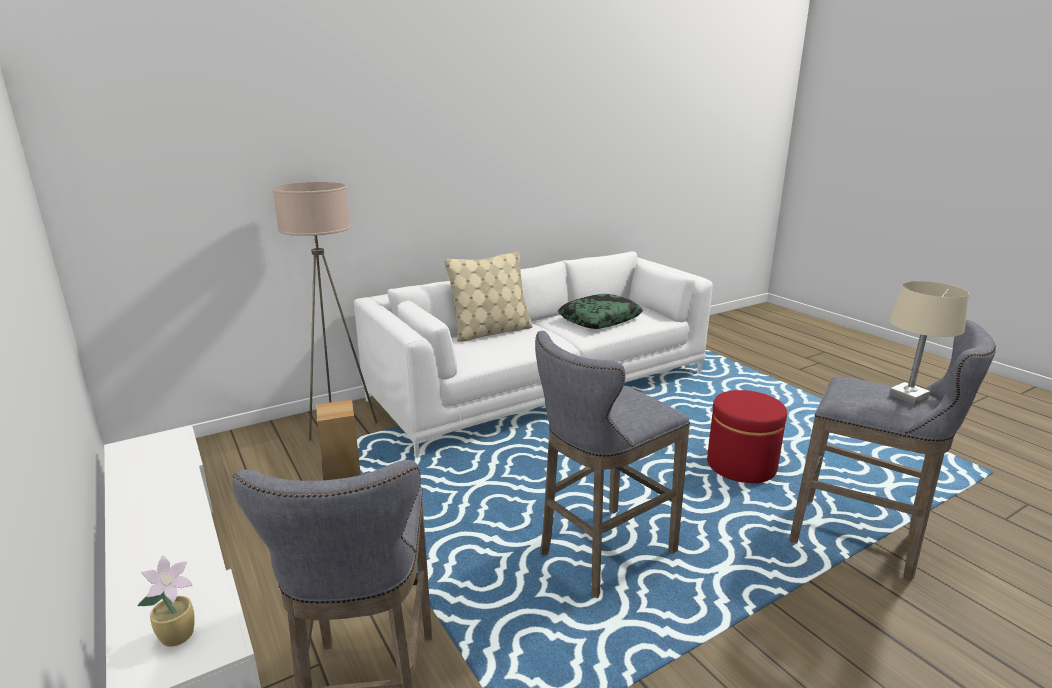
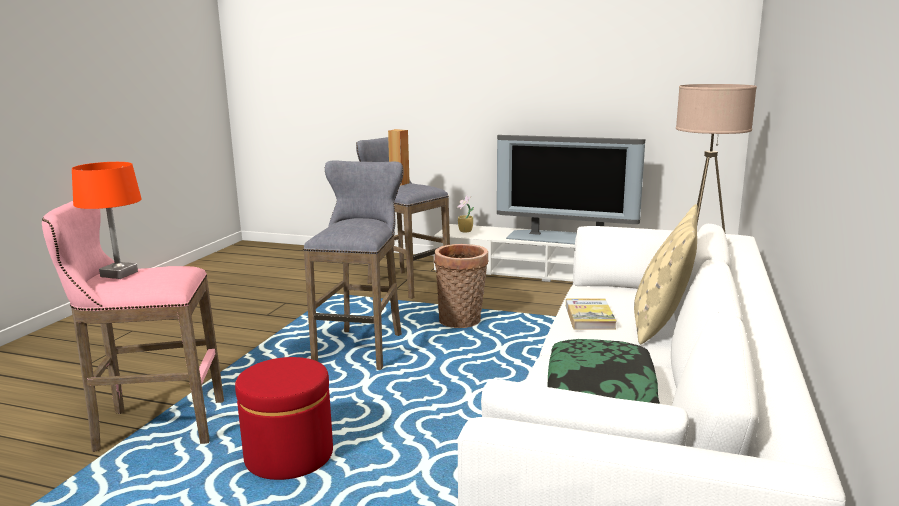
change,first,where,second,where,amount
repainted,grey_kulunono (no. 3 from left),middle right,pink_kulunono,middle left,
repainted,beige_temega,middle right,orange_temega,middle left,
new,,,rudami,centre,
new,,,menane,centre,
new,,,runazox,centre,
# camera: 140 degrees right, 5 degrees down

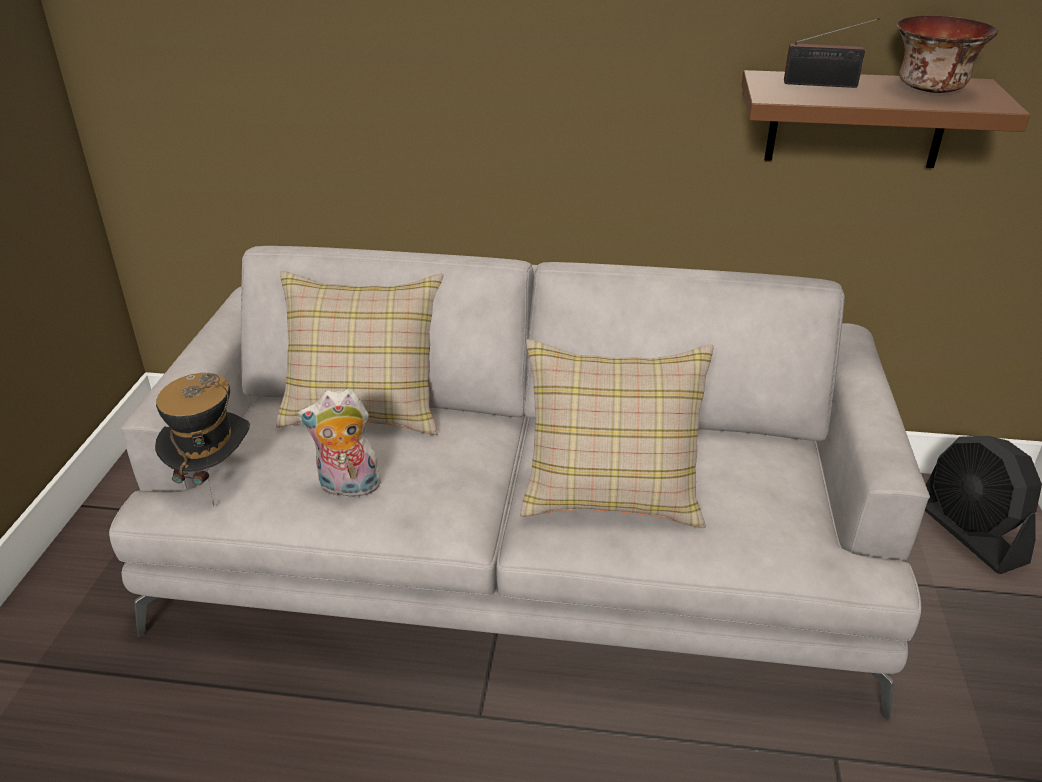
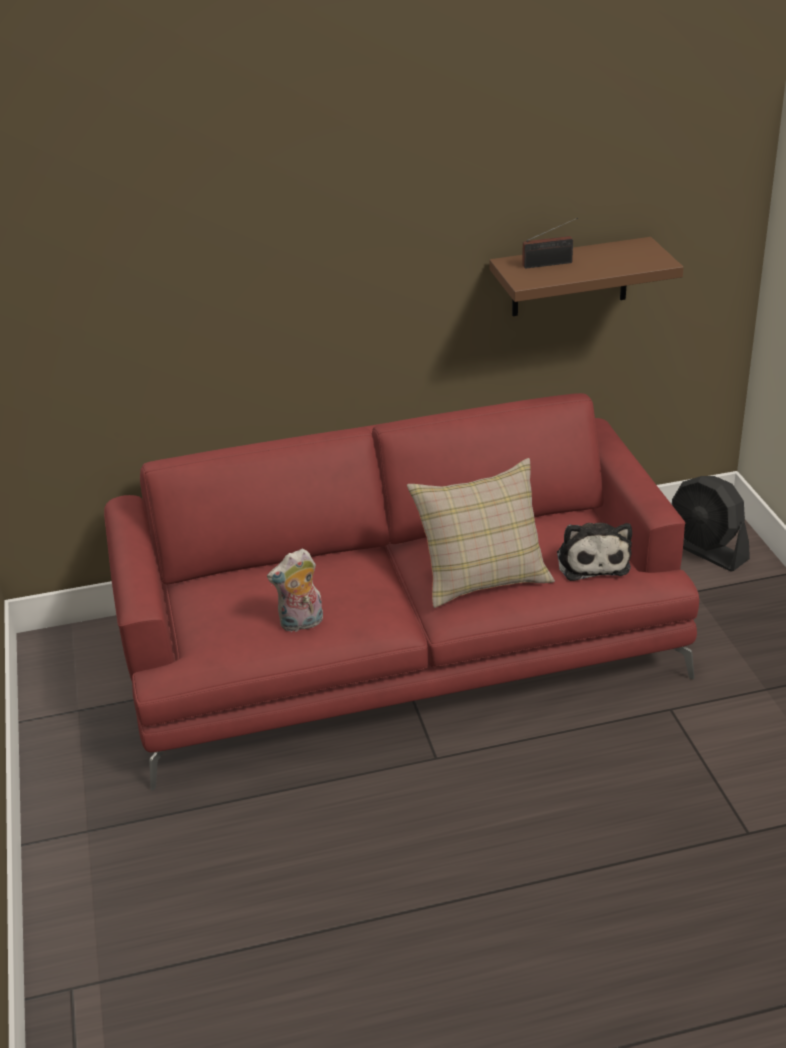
change,first,where,second,where,amount
repainted,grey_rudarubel,centre,red_rudarubel,centre,
new,,,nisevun (no. 2 from left),middle right,
gone,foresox,middle left,,,
gone,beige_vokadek (no. 1 from left),centre,,,
gone,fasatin,top right,,,
# camera: 20 degrees left, 0 degrees up

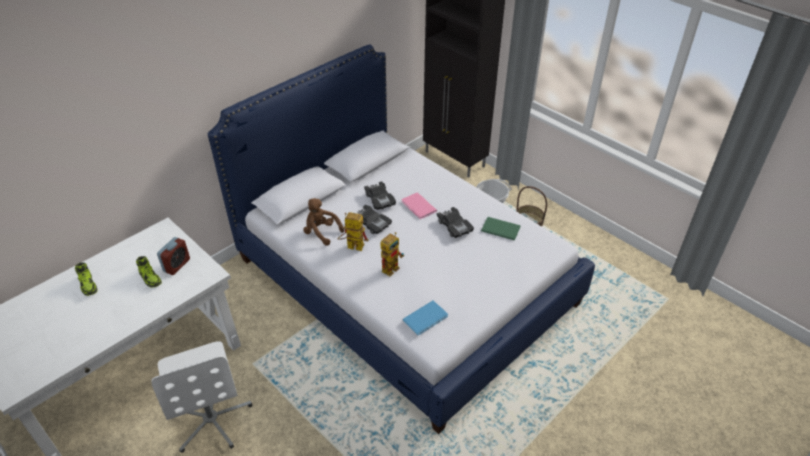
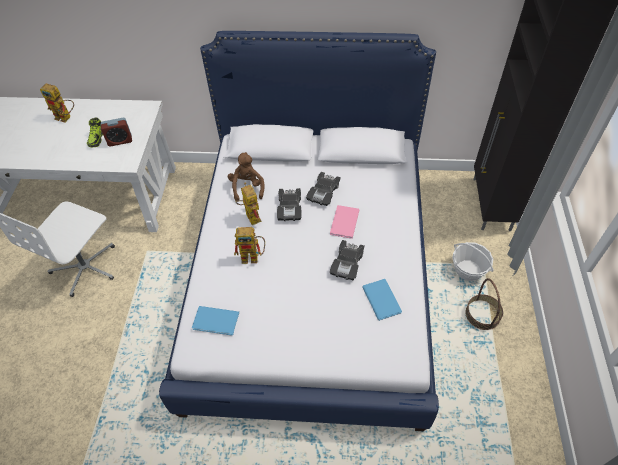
change,first,where,second,where,amount
swapped,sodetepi (no. 1 from left),middle left,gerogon (no. 1 from left),top left,
repainted,green_runazox,centre,blue_runazox (no. 2 from left),centre,
# camera: 50 degrees right, 10 degrees up

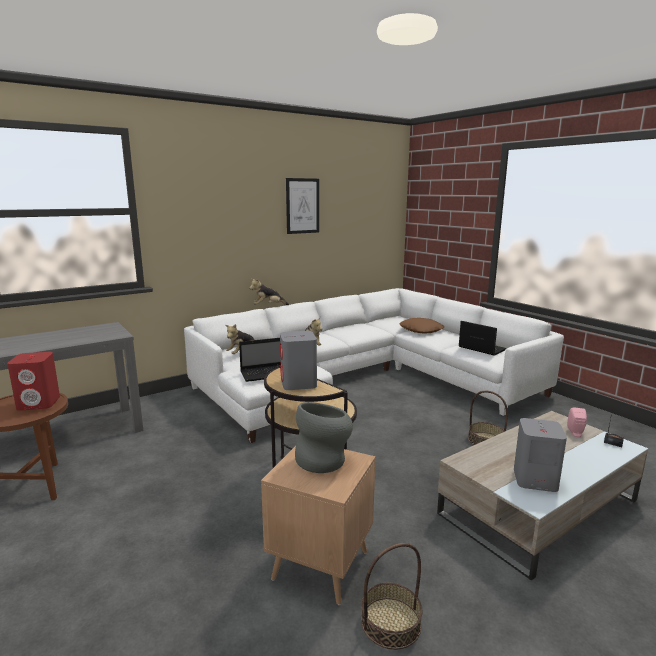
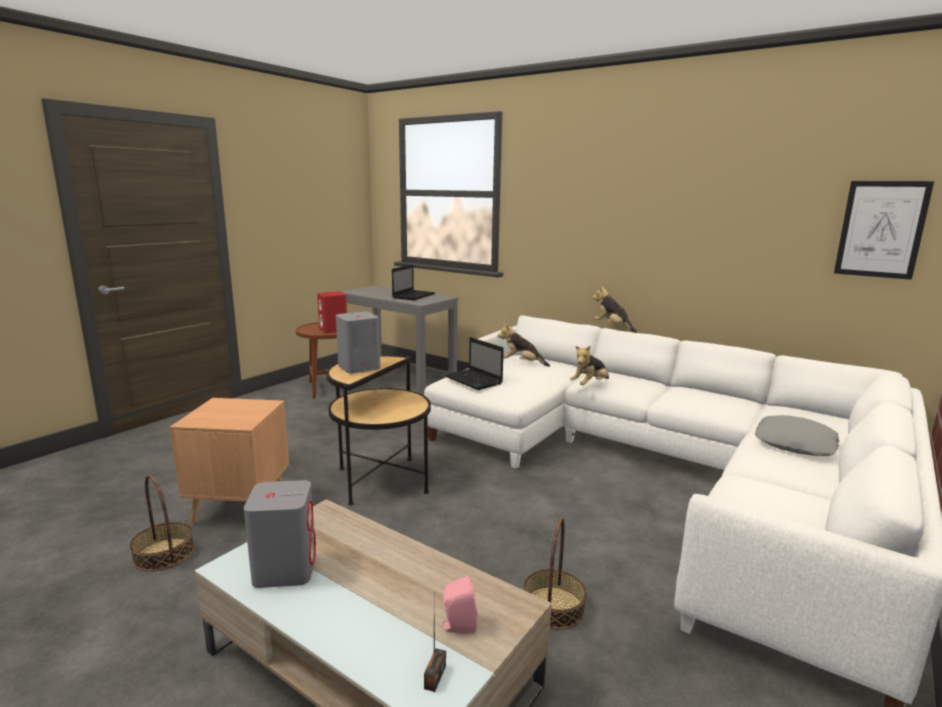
change,first,where,second,where,amount
shifted,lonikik (no. 2 from left in the first image),middle right,lonikik (no. 1 from left),centre,
repainted,brown_vokadek,centre,grey_vokadek,middle right,
shifted,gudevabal,top centre,,top right,
gone,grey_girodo,centre,,,
# camera: 70 degrees right, 0 degrees up

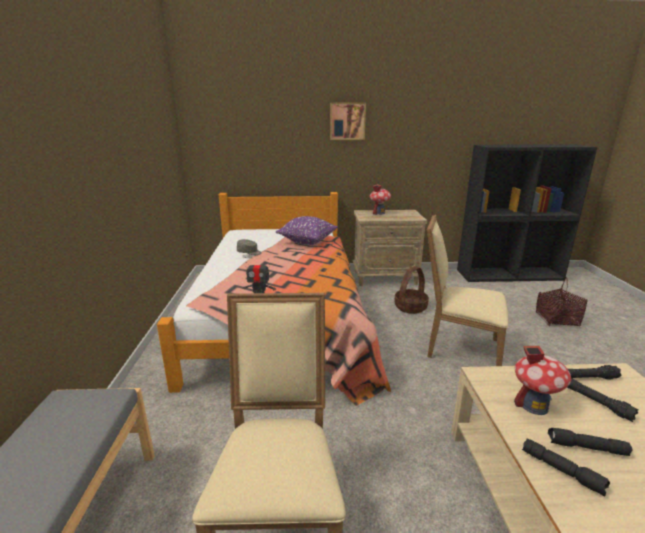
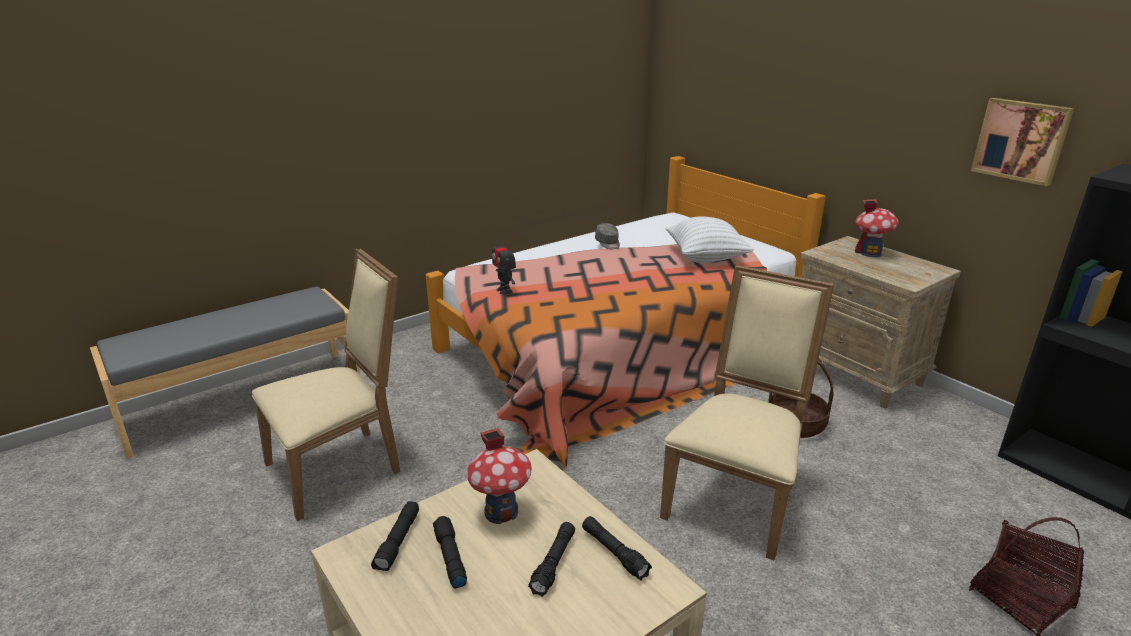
change,first,where,second,where,amount
rotated,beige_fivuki (no. 2 from left),middle right,,centre,45 degrees clockwise
repainted,purple_vokadek,centre,white_vokadek,centre,
shifted,gudevabal,top centre,,top right,
# camera: 55 degrees right, 5 degrees up

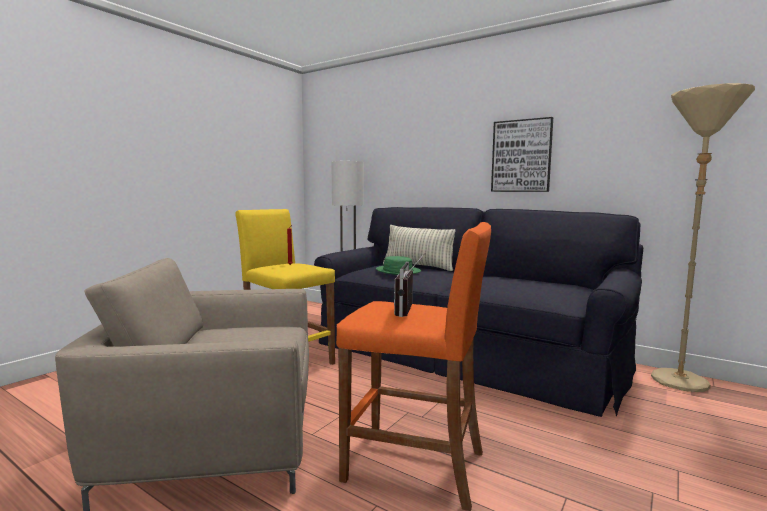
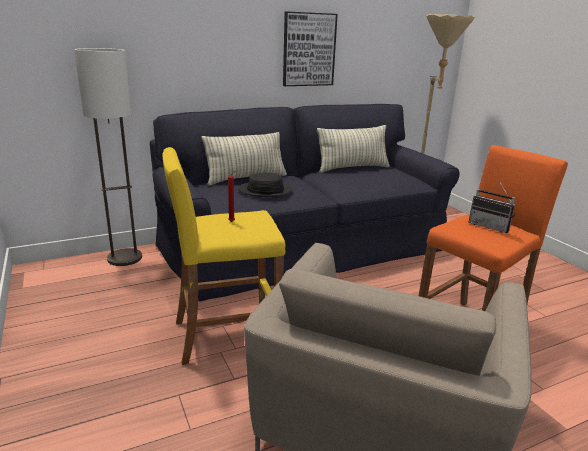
change,first,where,second,where,amount
repainted,green_foresox,centre,black_foresox,centre,
new,,,vokadek (no. 2 from left),top centre,
# camera: 60 degrees left, 15 degrees up

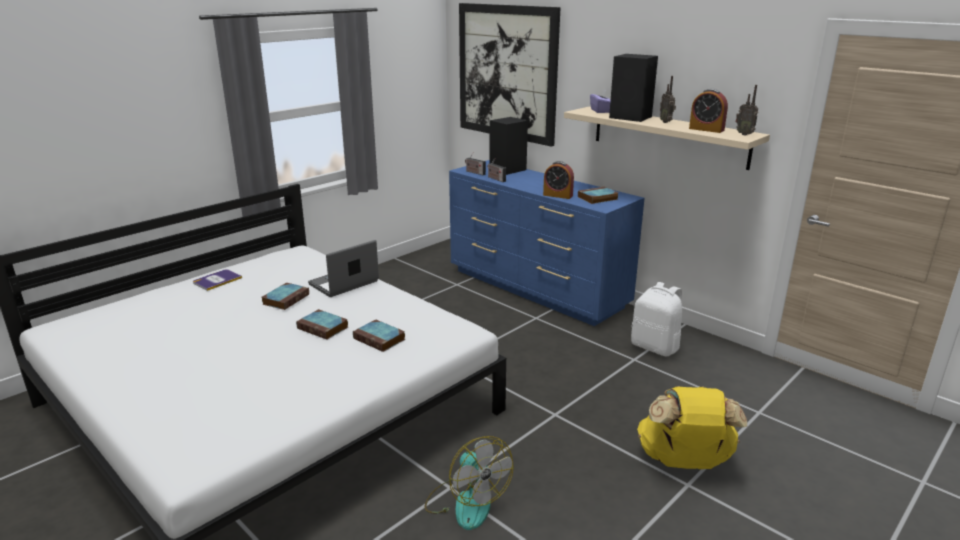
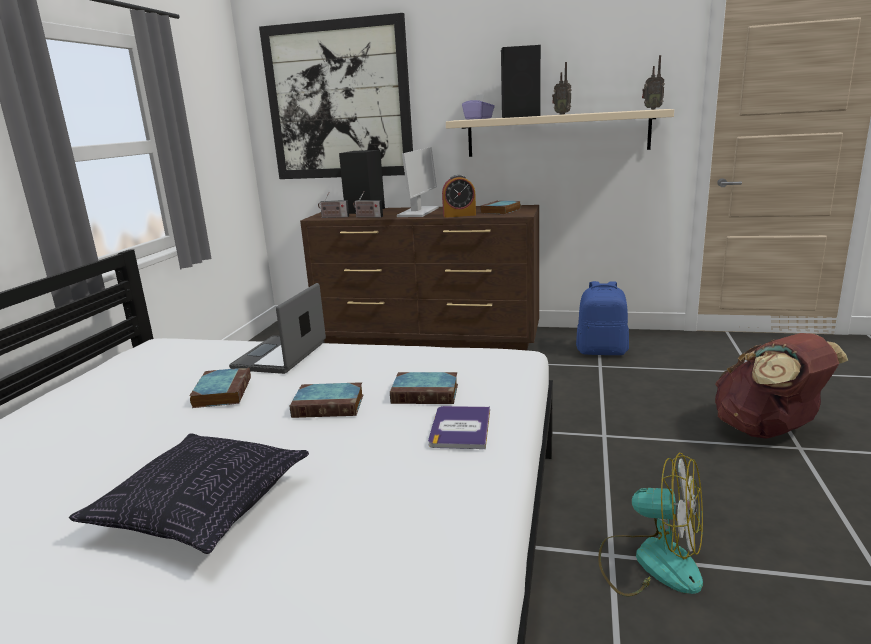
change,first,where,second,where,amount
new,,,vokadek,bottom left,
repainted,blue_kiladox,centre,brown_kiladox,centre,
new,,,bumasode,top centre,
shifted,runazox (no. 1 from left in the first image),middle left,runazox (no. 4 from left),centre,
repainted,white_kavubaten,middle right,blue_kavubaten,middle right,
repainted,yellow_kavubaten,bottom right,brown_kavubaten,middle right,
gone,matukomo (no. 2 from left),top right,,,
# camera: 30 degrees left, 5 degrees down

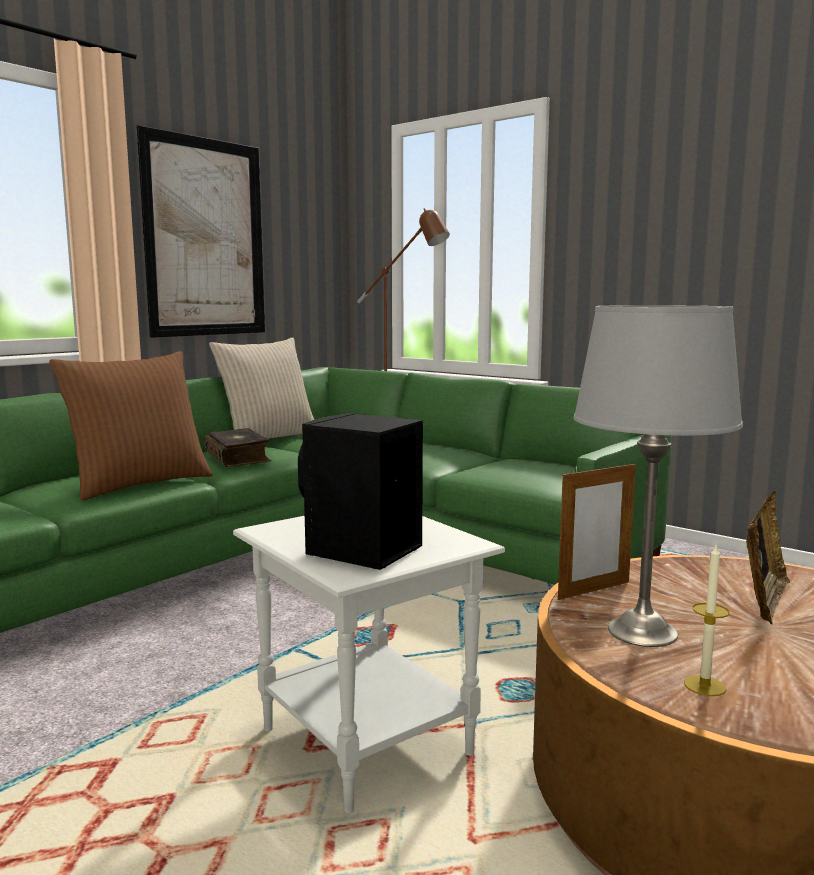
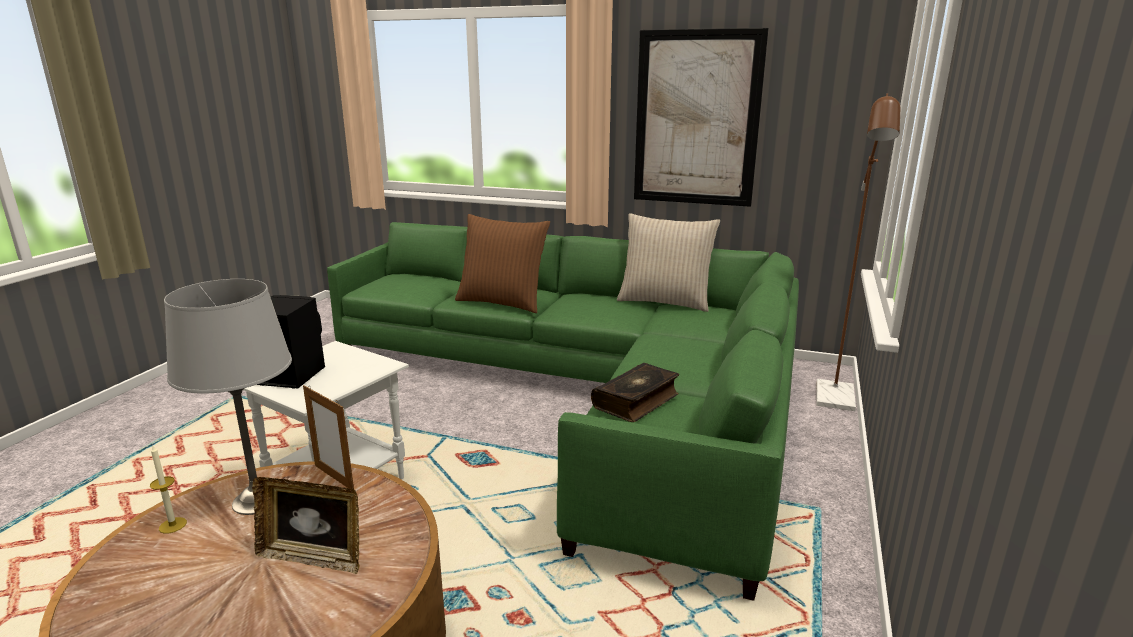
change,first,where,second,where,amount
shifted,runazox,middle left,,centre,
# camera: 70 degrees right, 10 degrees up

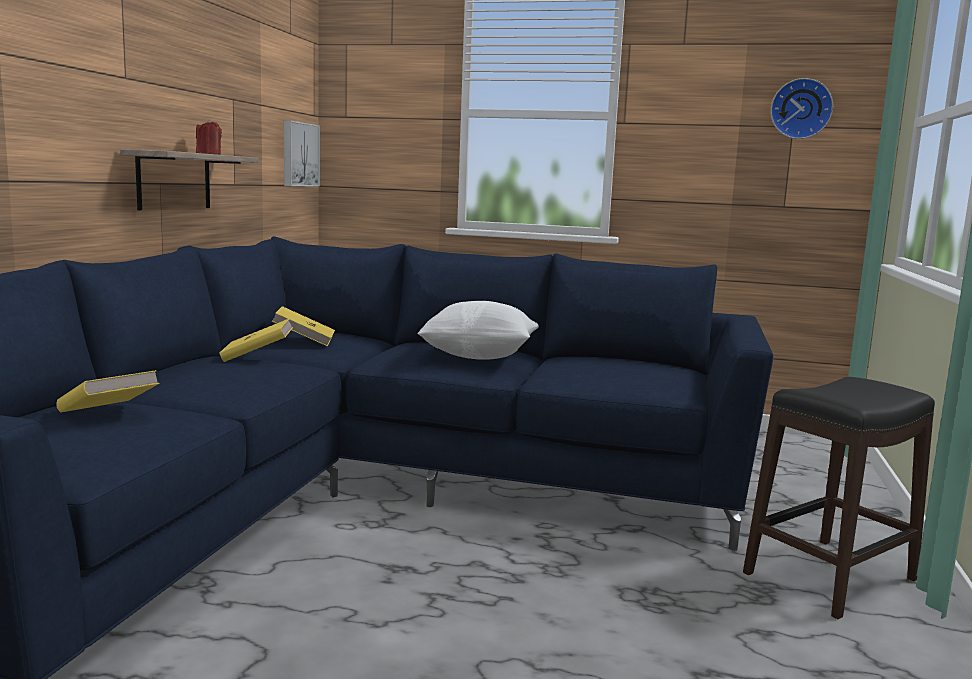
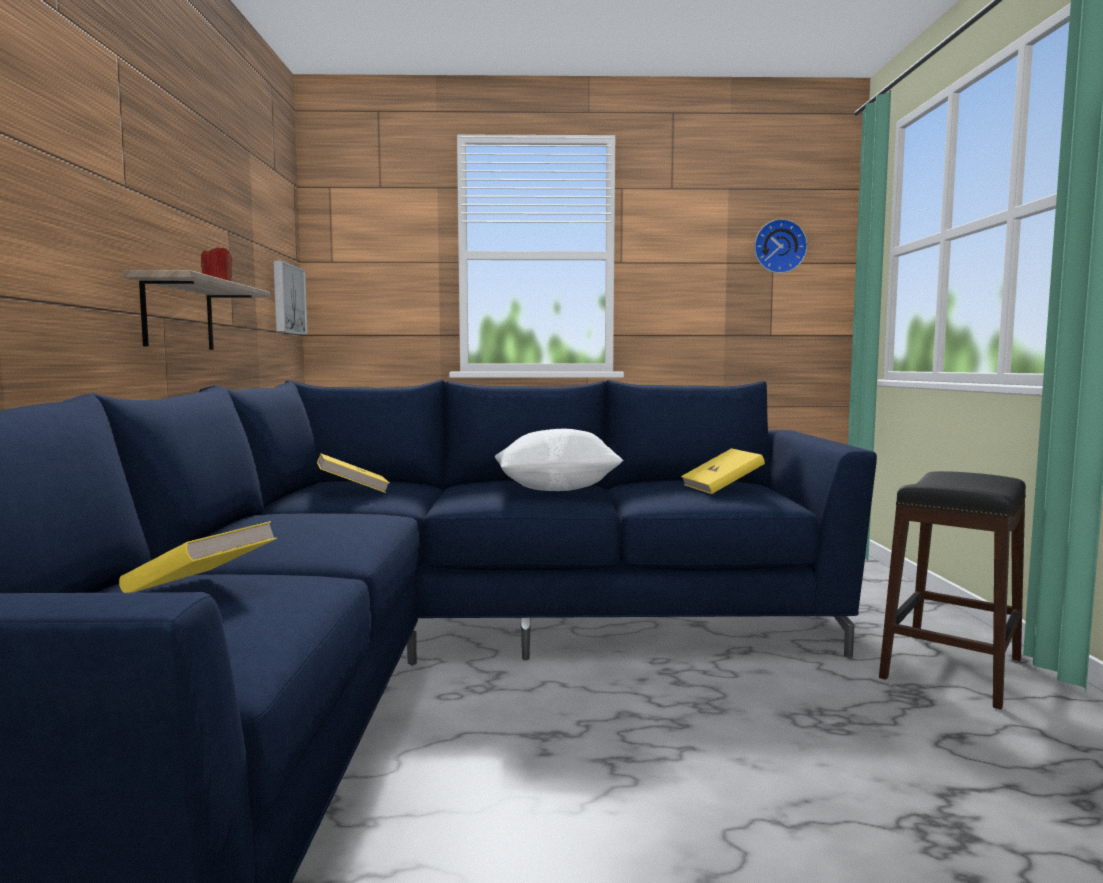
change,first,where,second,where,amount
shifted,yellow_runazox (no. 2 from left in the first image),middle left,yellow_runazox (no. 3 from left),centre,
# camera: 15 degrees left, 5 degrees down

